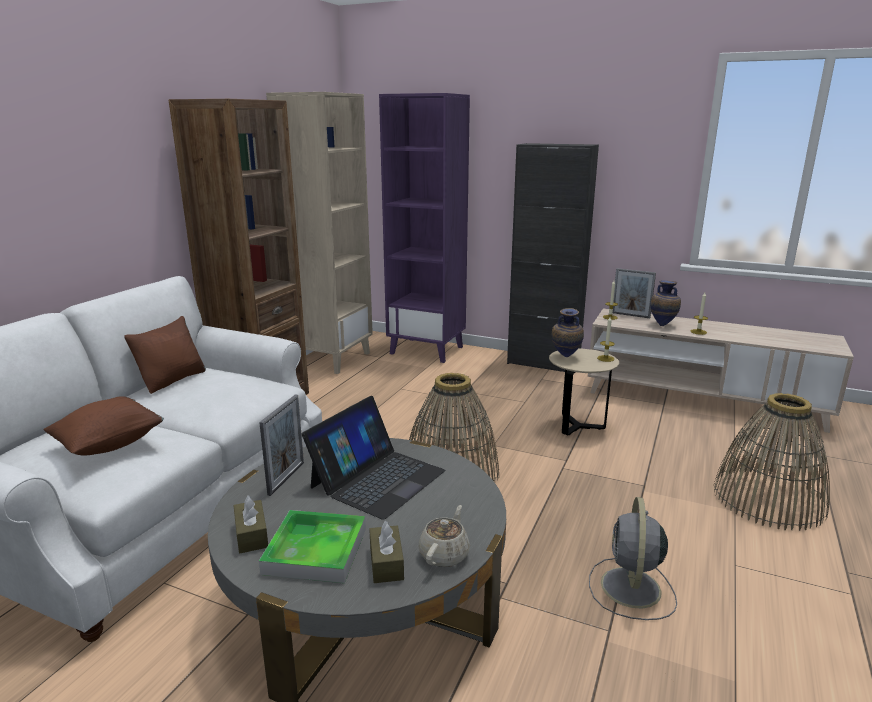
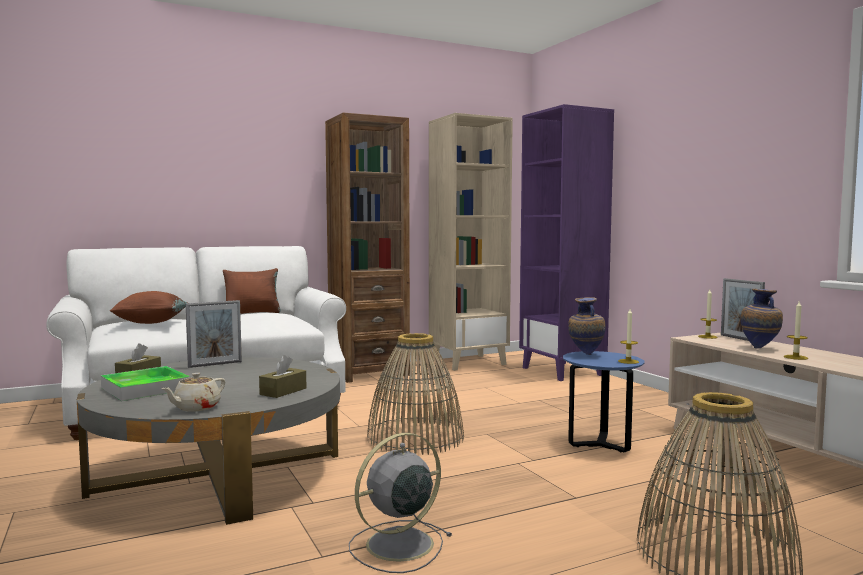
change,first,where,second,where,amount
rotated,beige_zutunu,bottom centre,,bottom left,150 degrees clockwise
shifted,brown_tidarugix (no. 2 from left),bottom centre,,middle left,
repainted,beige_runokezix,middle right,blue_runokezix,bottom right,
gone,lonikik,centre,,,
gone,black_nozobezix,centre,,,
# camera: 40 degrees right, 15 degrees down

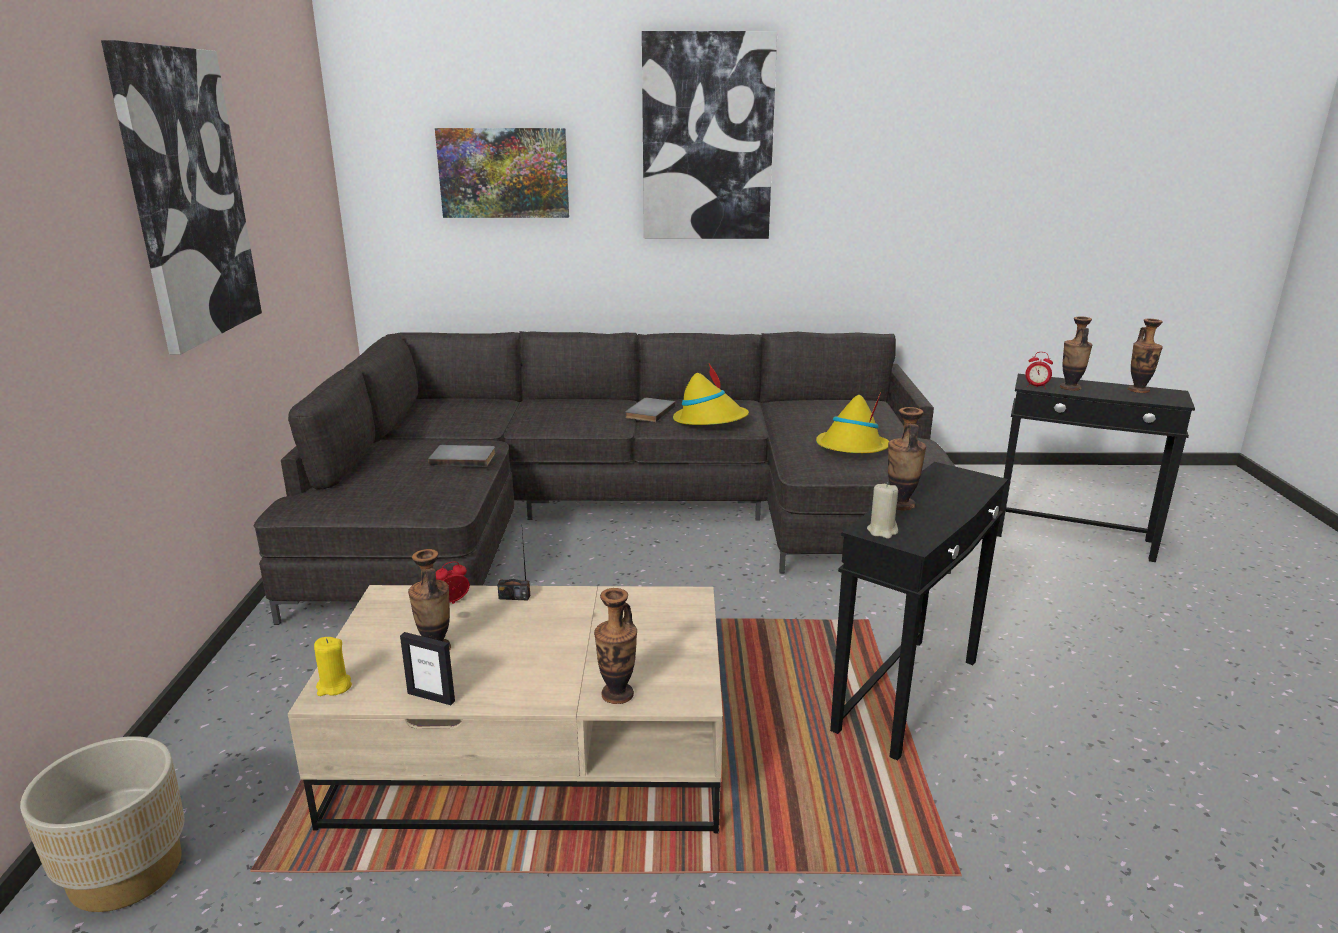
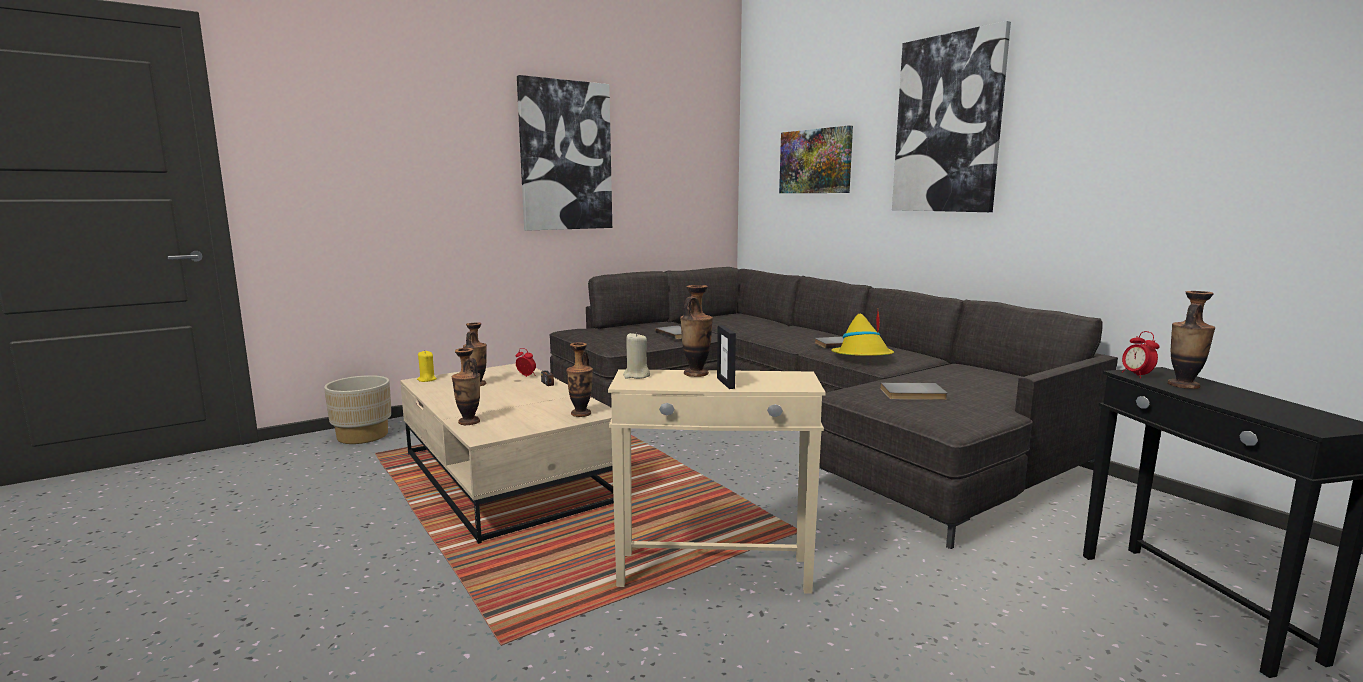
change,first,where,second,where,amount
shifted,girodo (no. 5 from left in the first image),middle right,girodo (no. 3 from left),centre,
repainted,black_runokezix (no. 1 from left),middle right,beige_runokezix,bottom centre,
shifted,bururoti,bottom left,,centre,
swapped,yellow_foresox (no. 2 from left),centre,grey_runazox (no. 3 from left),middle right,
# camera: 55 degrees right, 10 degrees down

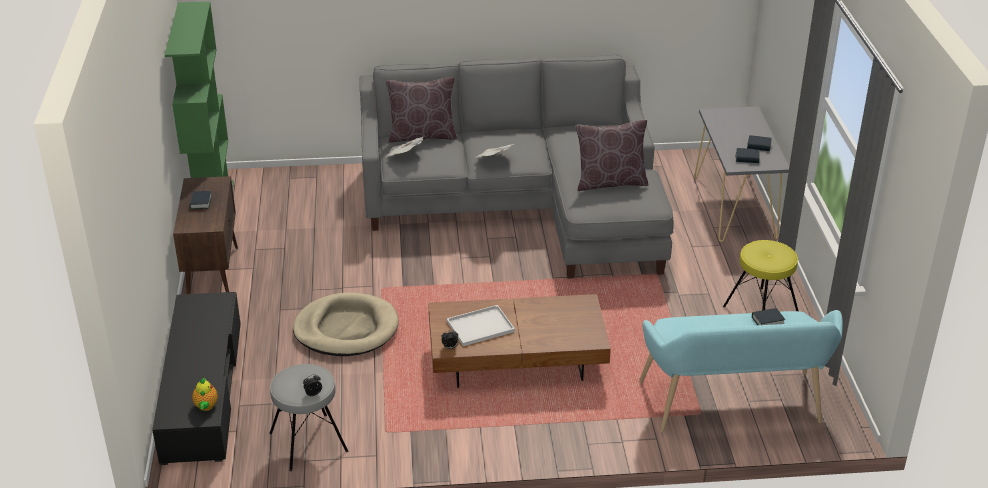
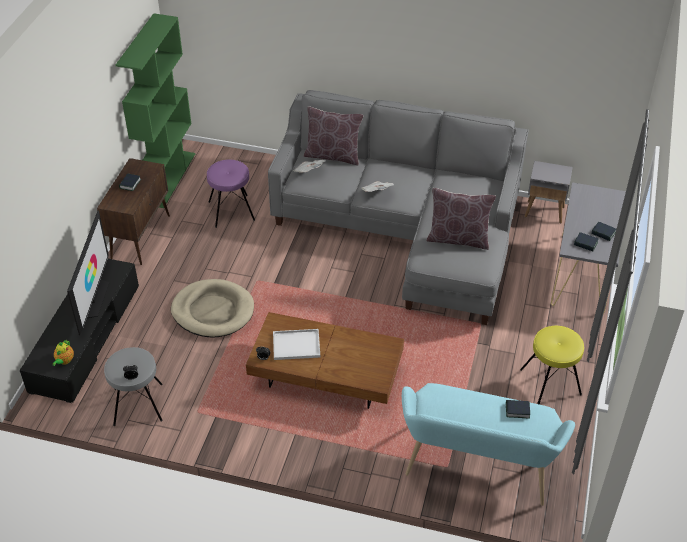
change,first,where,second,where,amount
new,,,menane,middle left,
new,,,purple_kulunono,centre,
new,,,grey_runokezix,middle right,
# camera: 20 degrees right, 10 degrees up

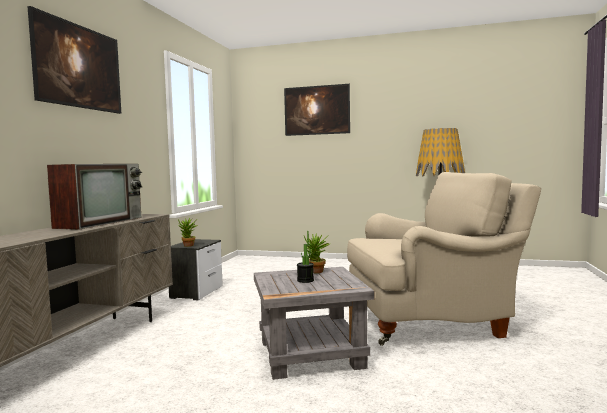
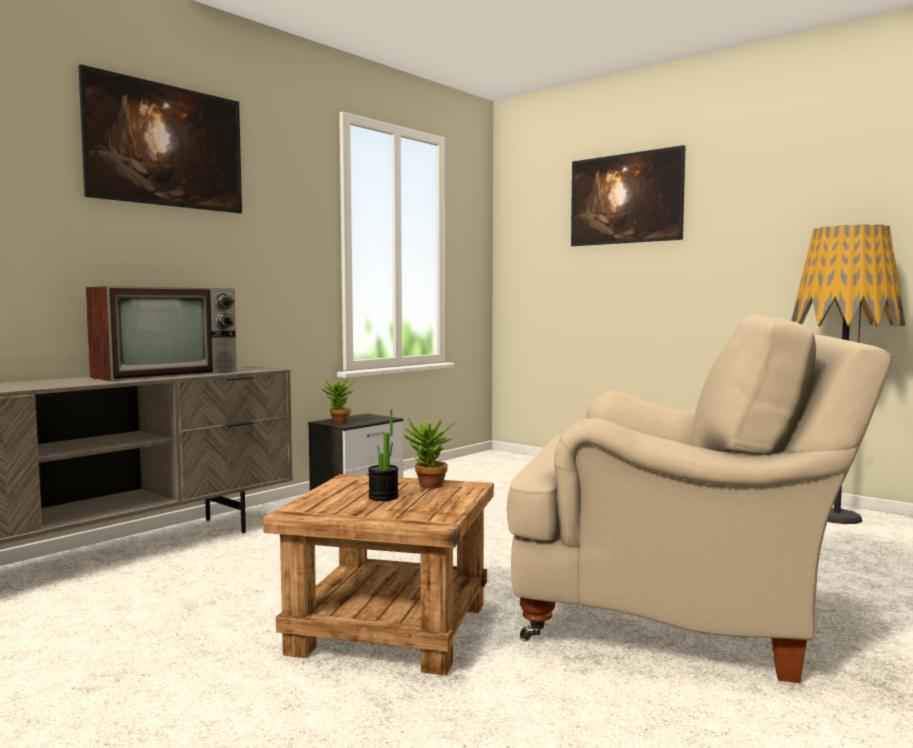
change,first,where,second,where,amount
repainted,grey_runokezix,bottom centre,brown_runokezix,bottom centre,
# camera: 25 degrees right, 0 degrees up

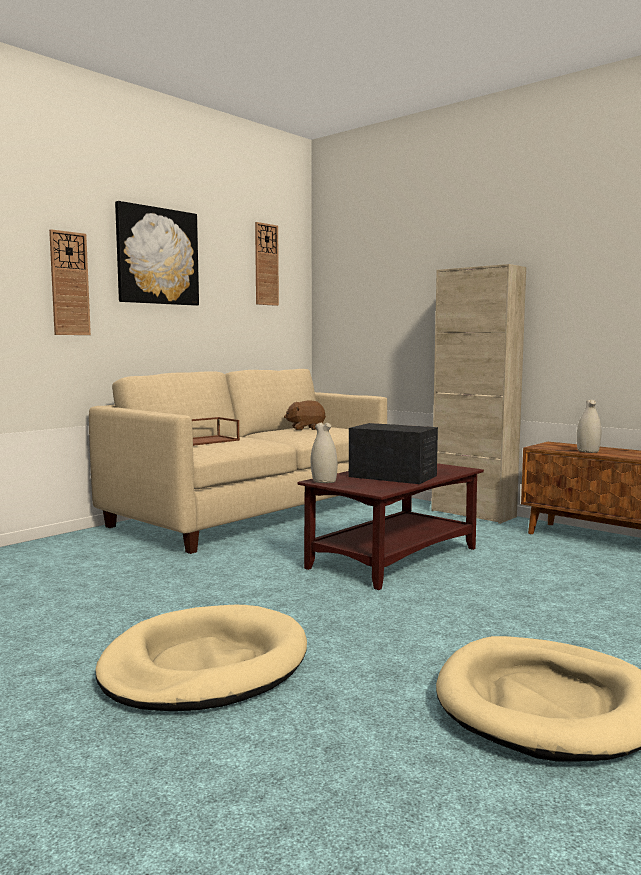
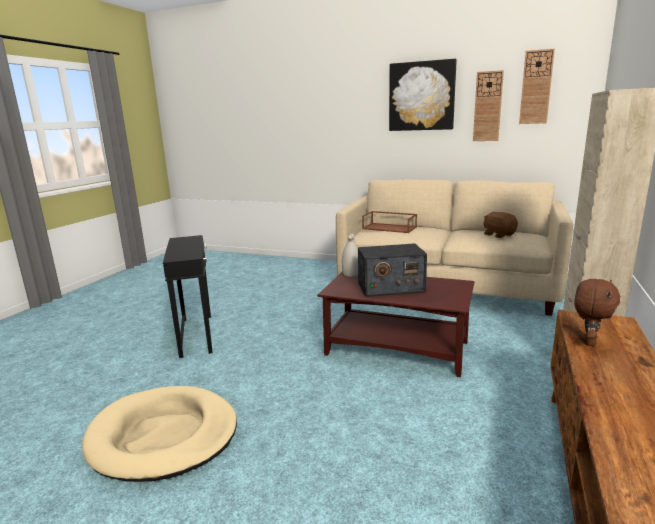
change,first,where,second,where,amount
swapped,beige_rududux (no. 1 from left),bottom left,black_runokezix,middle left,
rotated,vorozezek,centre,,centre,75 degrees clockwise
shifted,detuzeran (no. 1 from left),top left,,top right,
swapped,white_girodo (no. 2 from left),middle right,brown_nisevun (no. 2 from left),middle right,
# camera: 70 degrees right, 10 degrees up

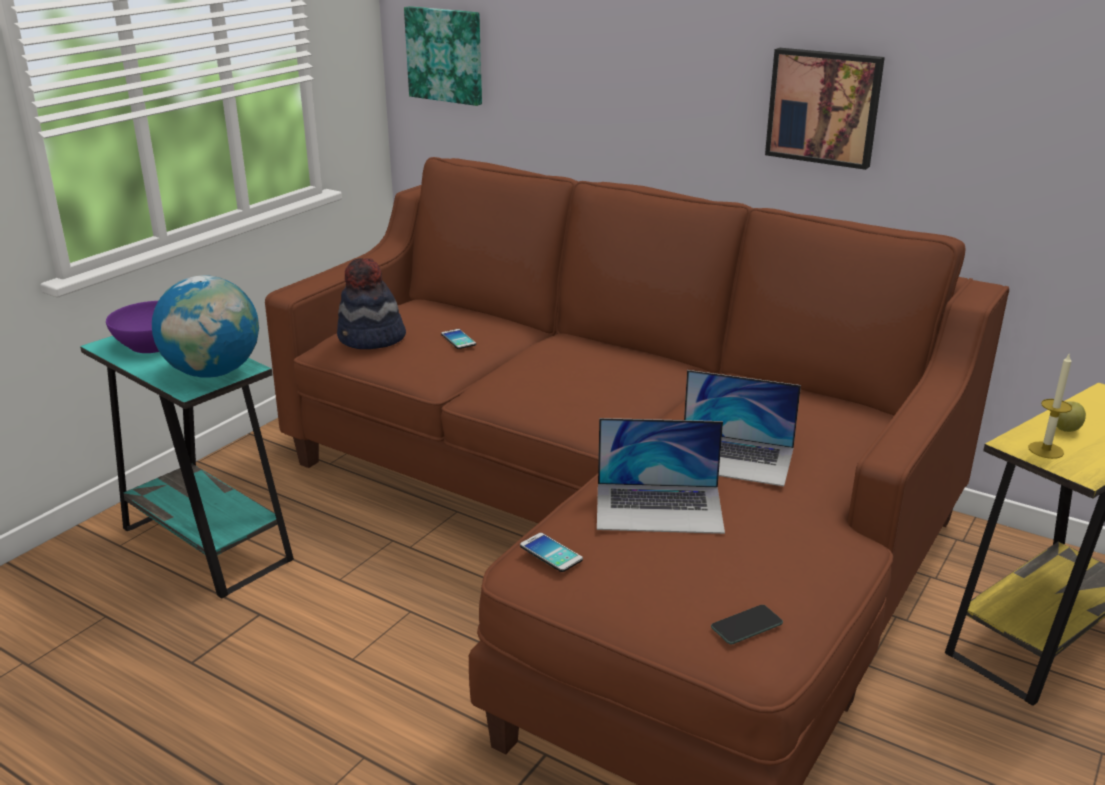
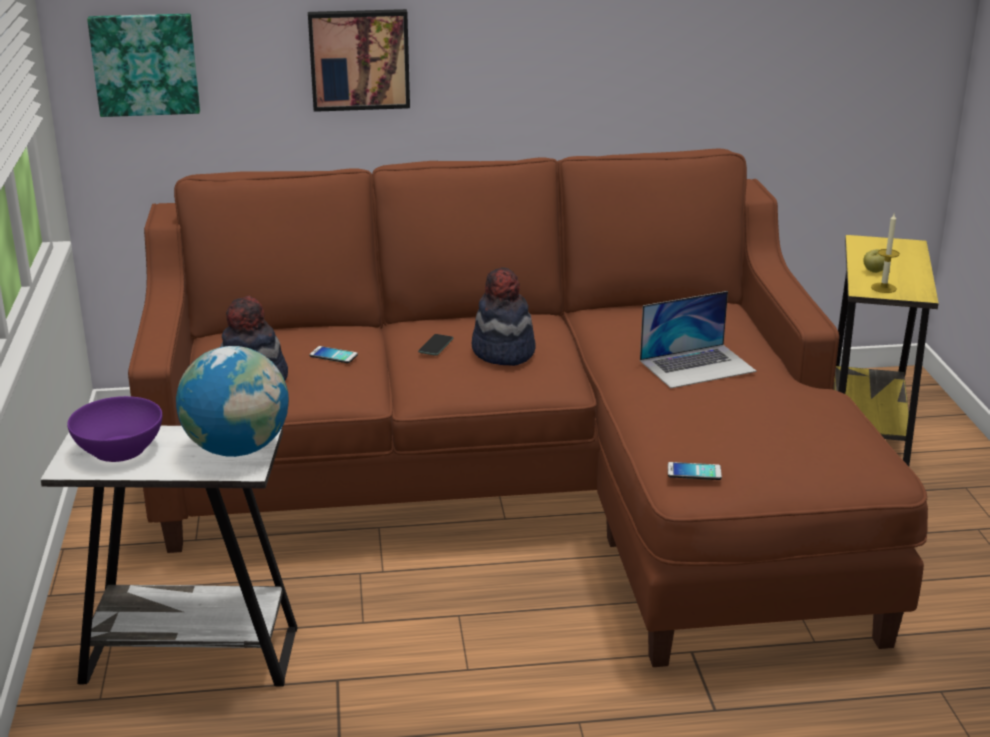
change,first,where,second,where,amount
repainted,turquoise_runokezix,middle left,white_runokezix,bottom left,
shifted,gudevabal (no. 2 from left),top right,,top centre,
shifted,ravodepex (no. 3 from left in the first image),bottom right,ravodepex (no. 2 from left),centre,
new,,,foresox (no. 2 from left),centre,
gone,lonikik (no. 1 from left),centre,,,
# camera: 40 degrees left, 0 degrees up

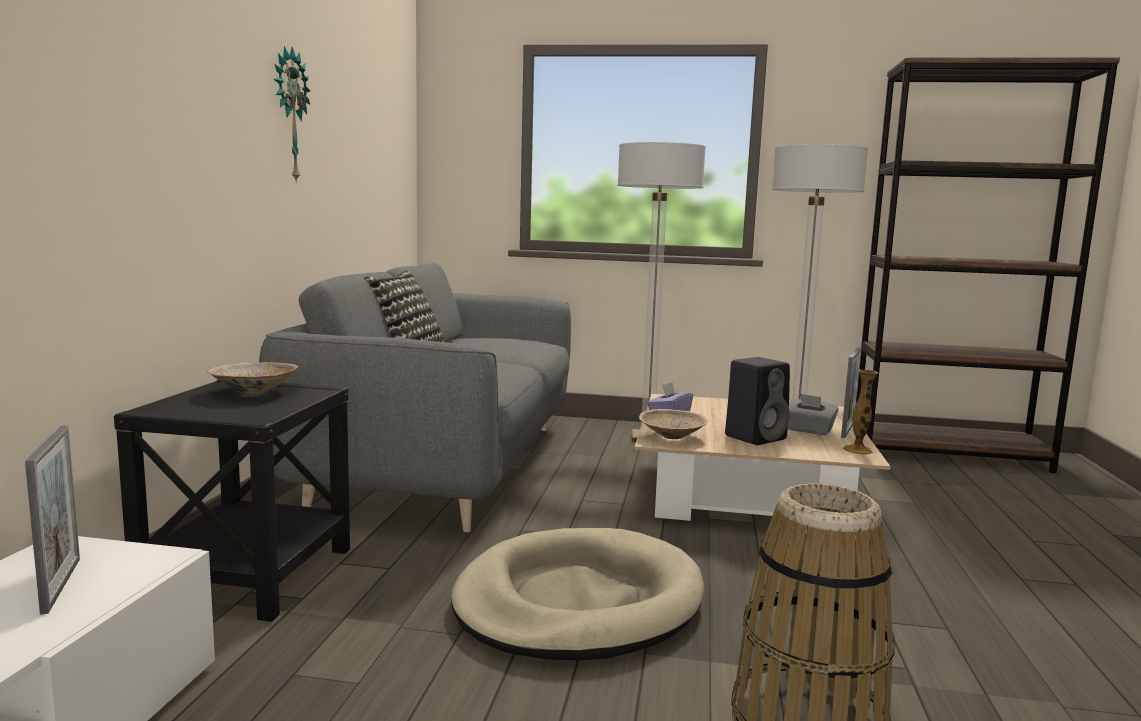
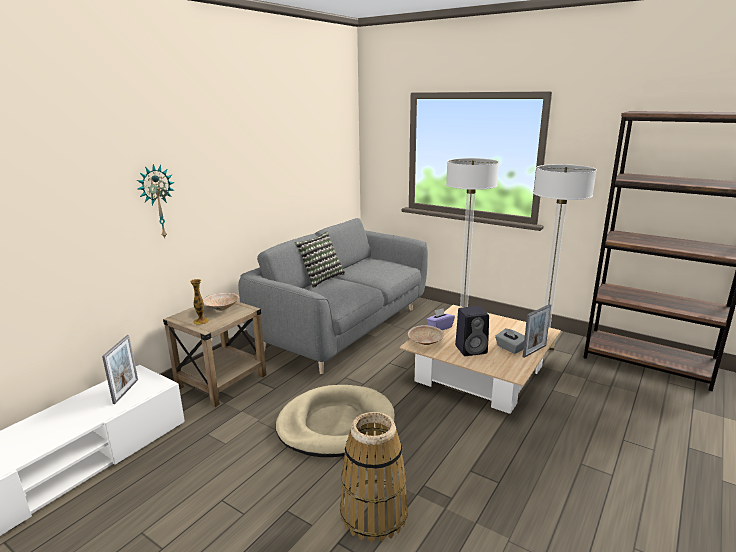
change,first,where,second,where,amount
shifted,detuzeran,top left,,middle left,
repainted,black_runokezix,bottom left,beige_runokezix,middle left,
shifted,girodo,middle right,,middle left,
# camera: 25 degrees right, 10 degrees up

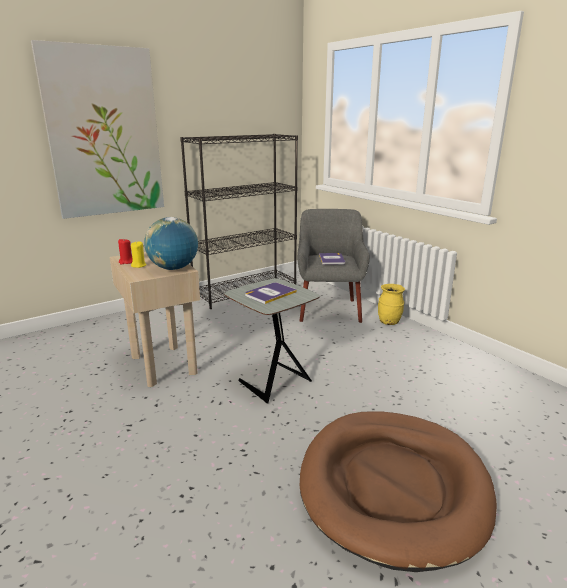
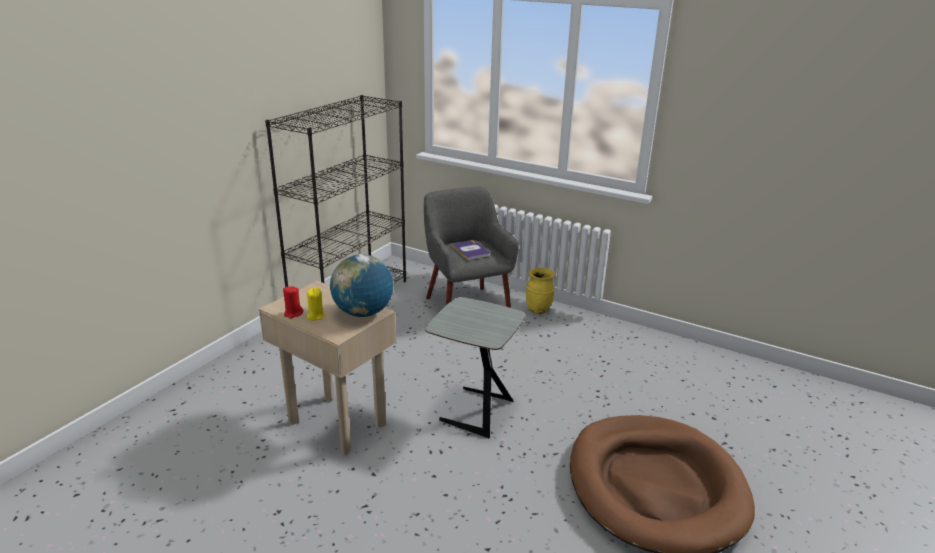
change,first,where,second,where,amount
gone,gudevabal,top left,,,
gone,runazox (no. 1 from left),centre,,,
# camera: 25 degrees left, 5 degrees up

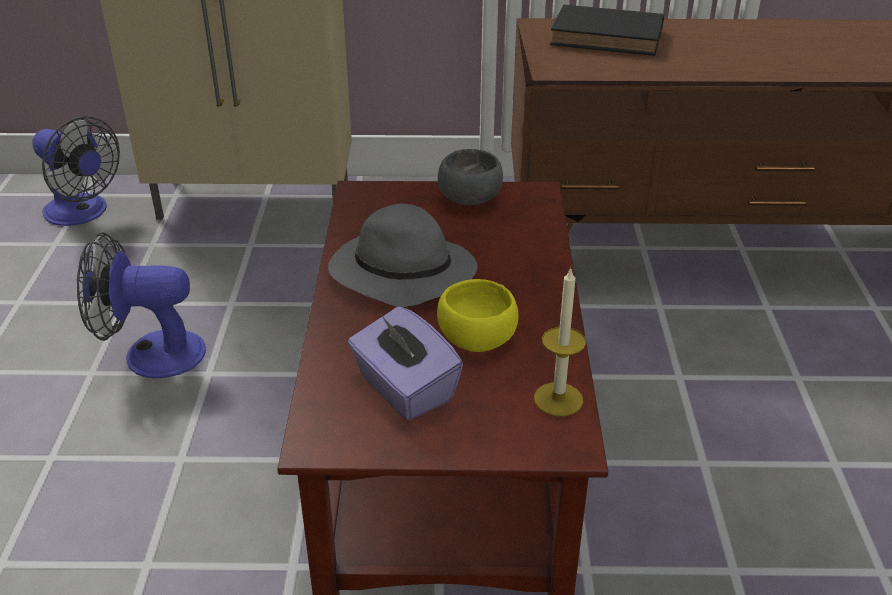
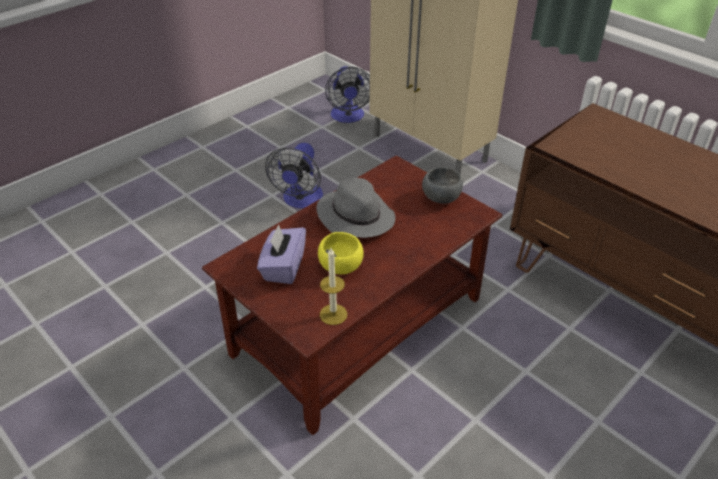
change,first,where,second,where,amount
rotated,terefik (no. 2 from left in the first image),middle left,terefik (no. 1 from left),centre,120 degrees counterclockwise
gone,black_runazox,top right,,,
# camera: 45 degrees right, 5 degrees up

